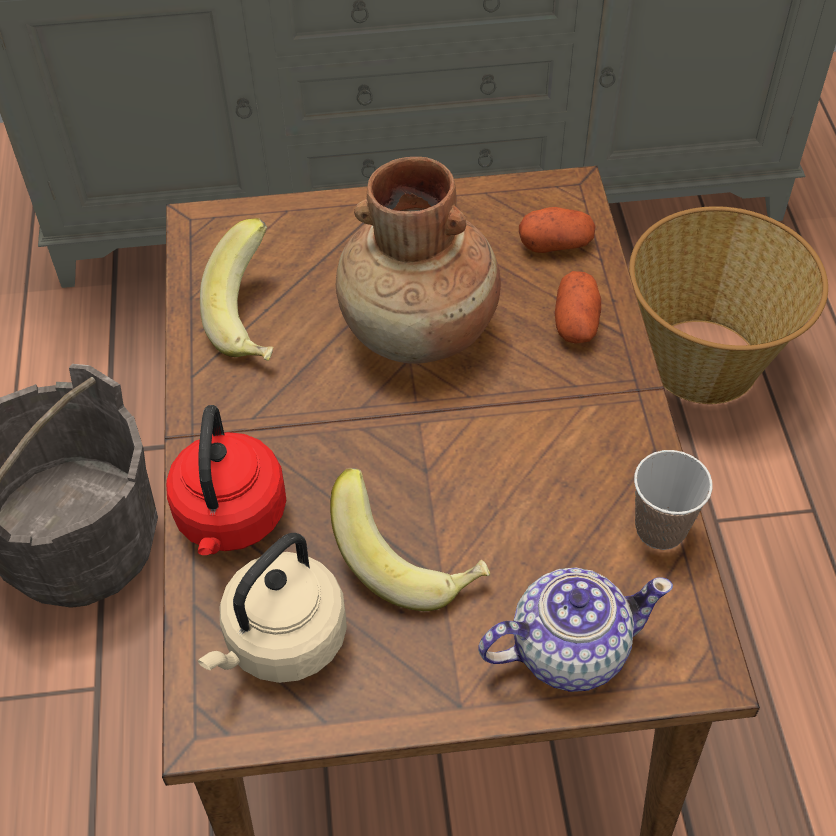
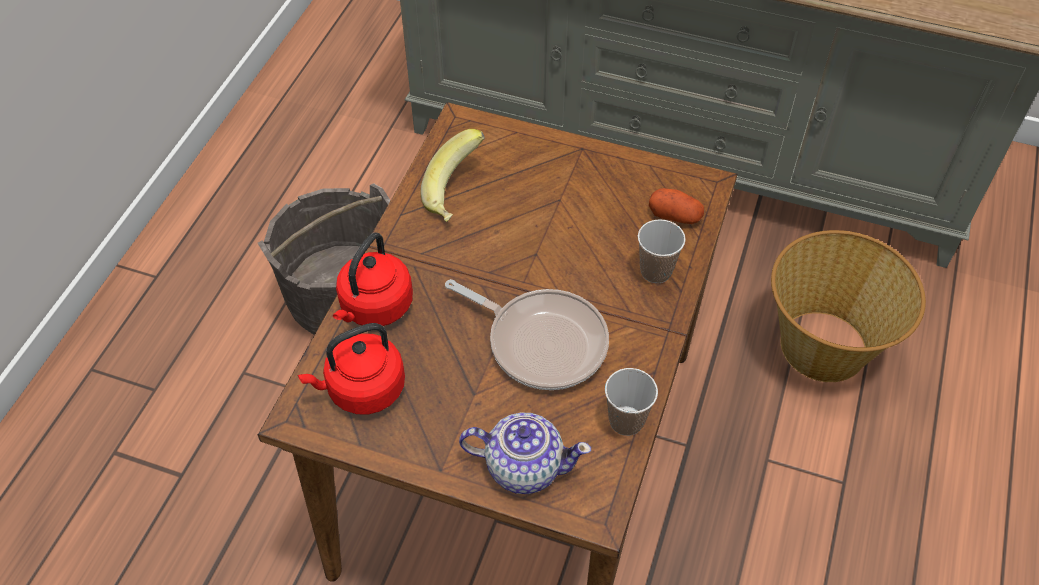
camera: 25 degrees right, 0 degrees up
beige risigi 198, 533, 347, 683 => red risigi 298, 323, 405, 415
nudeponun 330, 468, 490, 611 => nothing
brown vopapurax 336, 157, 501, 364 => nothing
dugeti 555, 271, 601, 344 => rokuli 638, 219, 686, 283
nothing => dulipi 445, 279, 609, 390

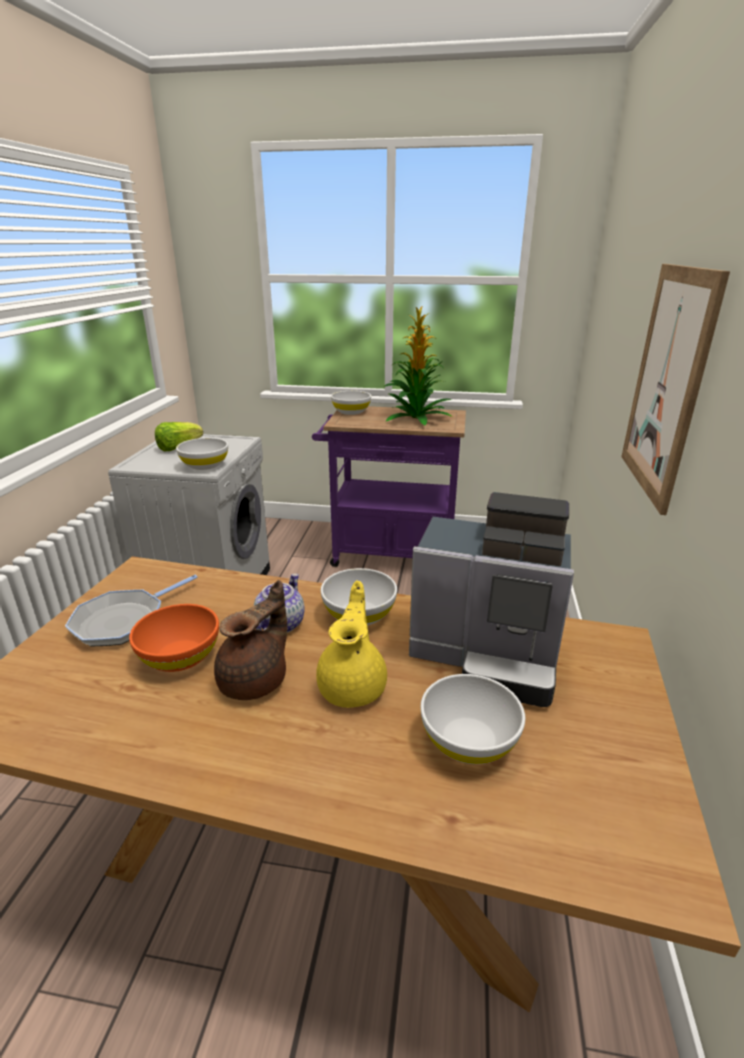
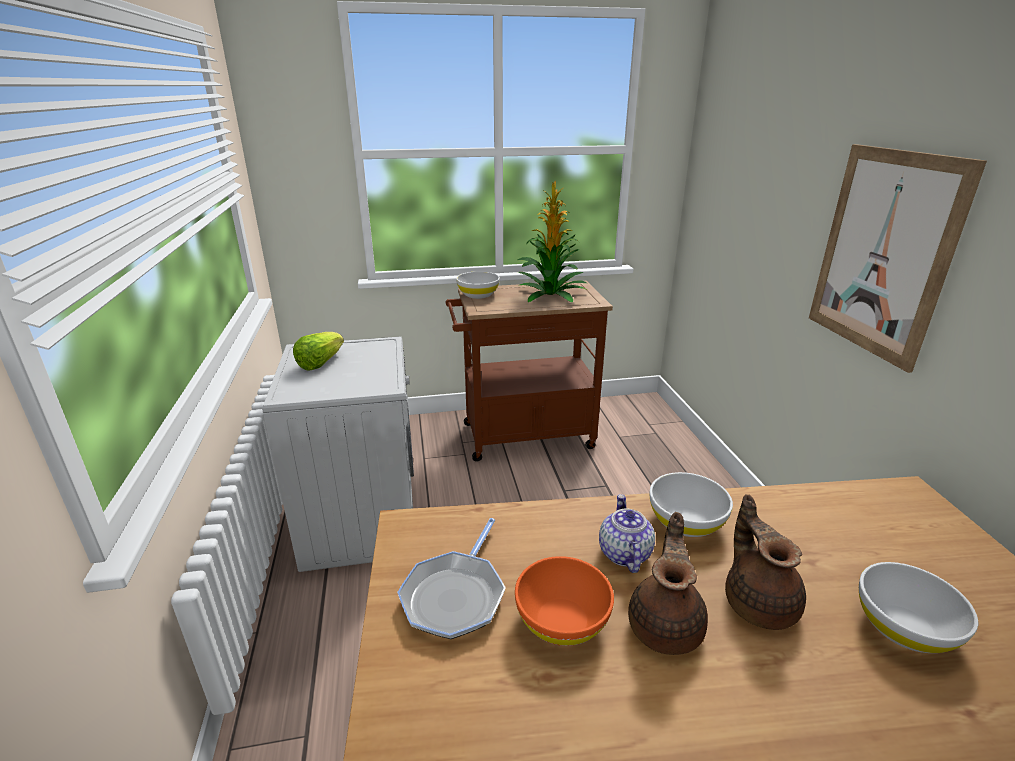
camera: 20 degrees left, 0 degrees up
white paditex 176, 438, 228, 470 => nothing
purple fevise 312, 406, 466, 567 => brown fevise 446, 281, 613, 461
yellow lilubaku 316, 581, 387, 708 => brown lilubaku 725, 494, 806, 630
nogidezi 409, 492, 574, 707 => nothing

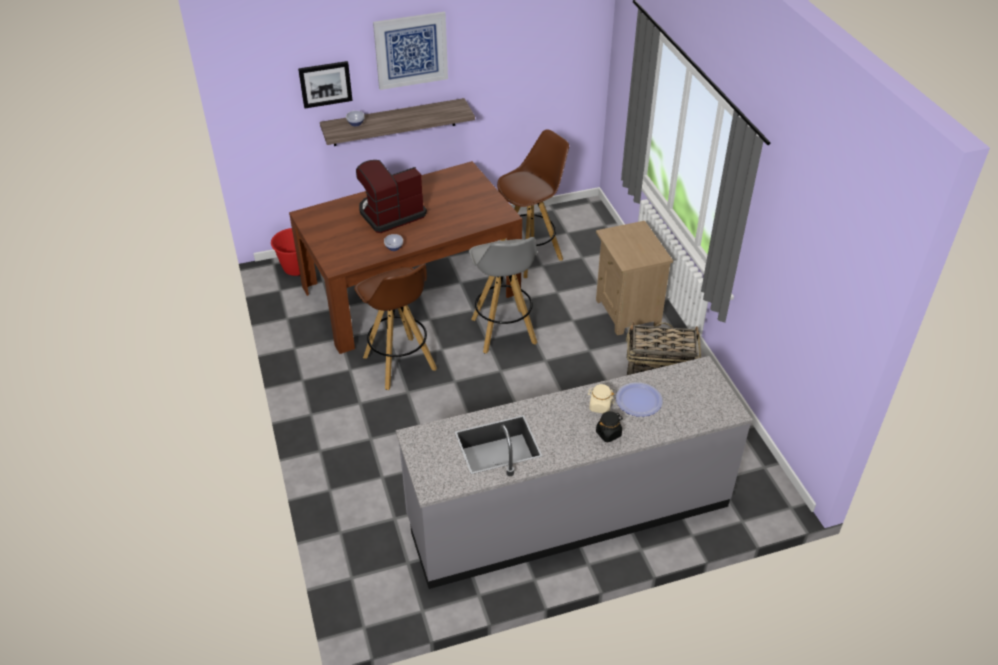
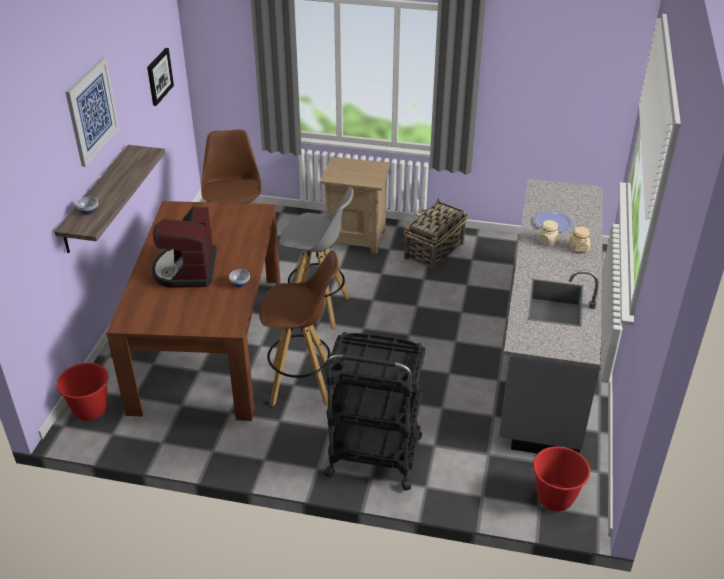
camera: 60 degrees left, 5 degrees down
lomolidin 298, 61, 353, 108 => lomolidin 147, 48, 174, 106, move
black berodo 596, 411, 623, 442 => beige berodo 569, 227, 590, 252
nothing => black fevise 324, 332, 425, 491
nothing => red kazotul 531, 446, 590, 511

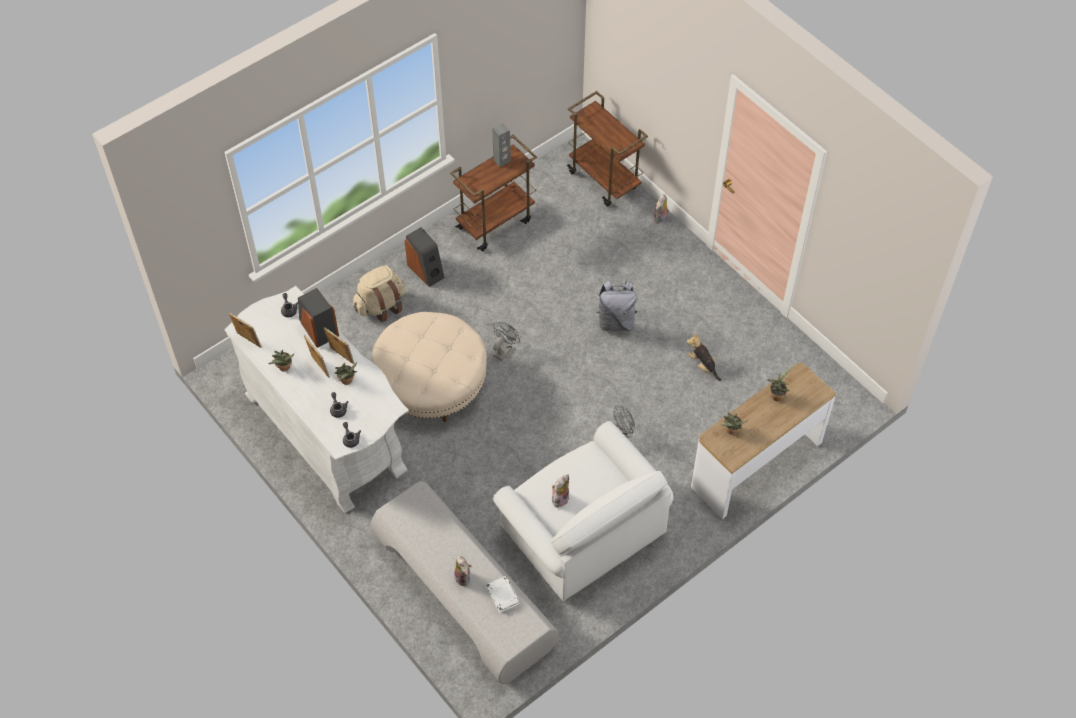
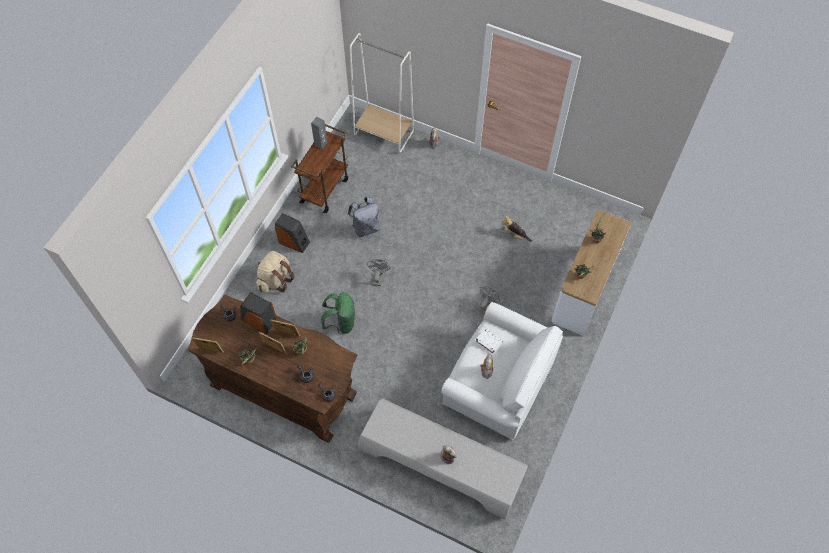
camera: 25 degrees left, 5 degrees up
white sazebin 224, 286, 409, 513 => brown sazebin 188, 294, 358, 443
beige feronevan 372, 312, 487, 422 => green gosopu 321, 292, 355, 334
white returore 486, 576, 520, 613 => white returore 475, 329, 503, 354, move
brown fevise 567, 91, 648, 207 => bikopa 350, 33, 414, 153
grey gosopu 596, 280, 638, 331 => grey gosopu 348, 197, 380, 237, move

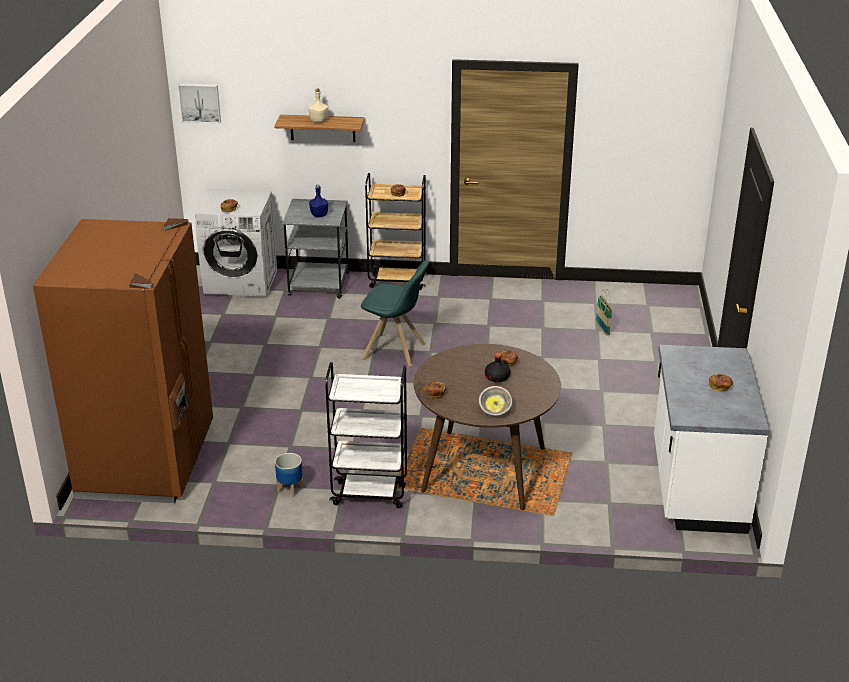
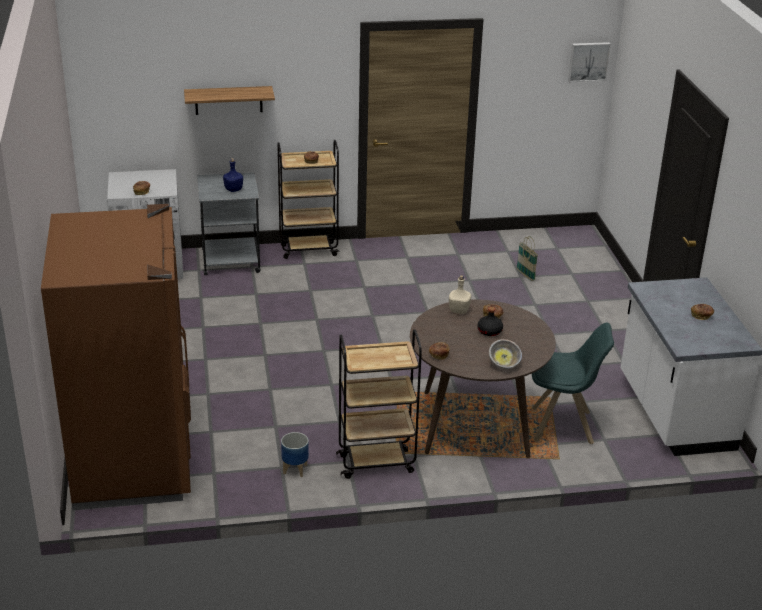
camera: 15 degrees left, 0 degrees up
lomolidin 178, 84, 221, 124 => lomolidin 568, 42, 611, 82, move
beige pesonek 308, 88, 329, 123 => beige pesonek 449, 275, 471, 314, move
white fevise 325, 362, 407, 509 => brown fevise 336, 329, 422, 479
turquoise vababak 361, 260, 429, 367 => turquoise vababak 532, 322, 614, 444, move

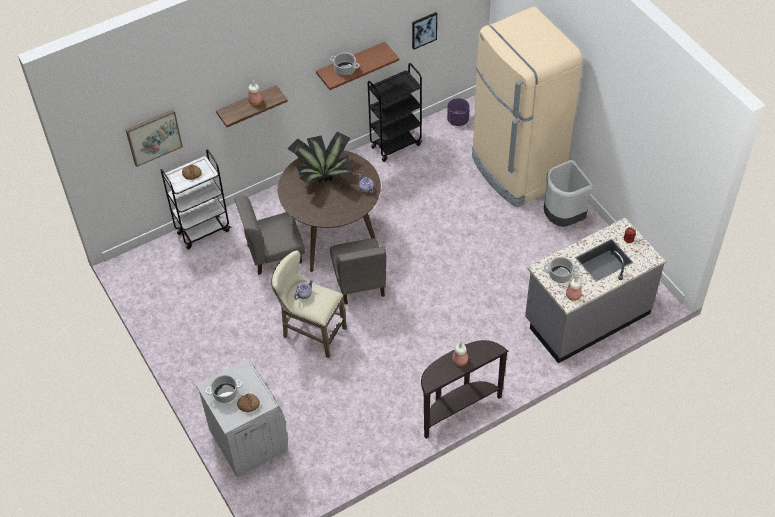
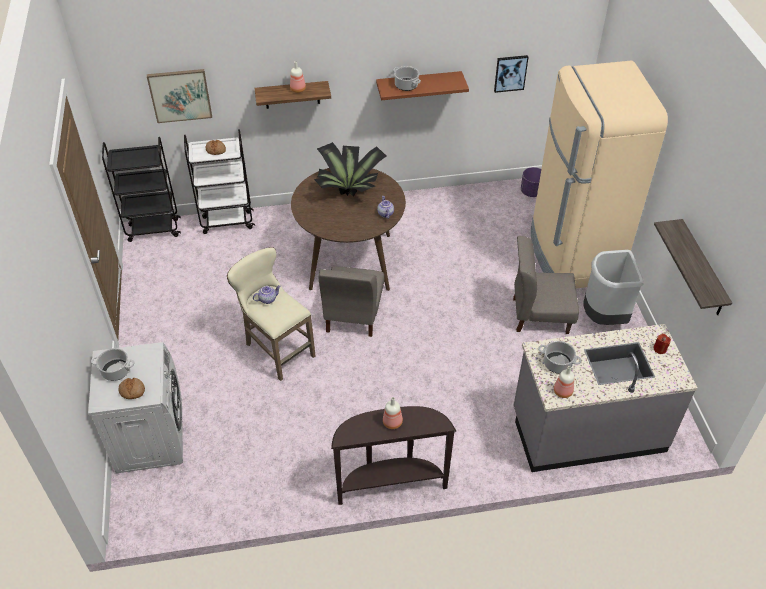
camera: 20 degrees right, 5 degrees down
grey vababak 234, 196, 305, 275 => grey vababak 513, 236, 579, 334, move
black fevise 368, 63, 423, 162 => black fevise 102, 137, 181, 242, move
nothing => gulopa 654, 219, 732, 315

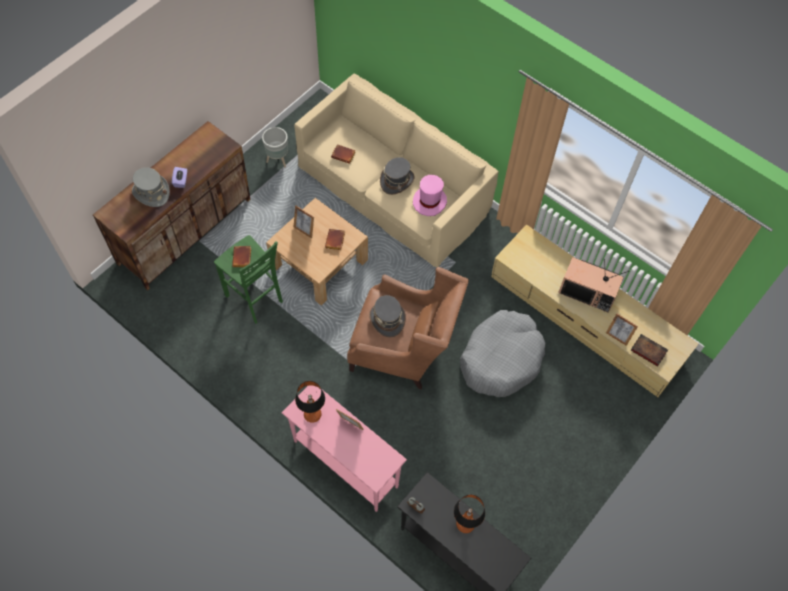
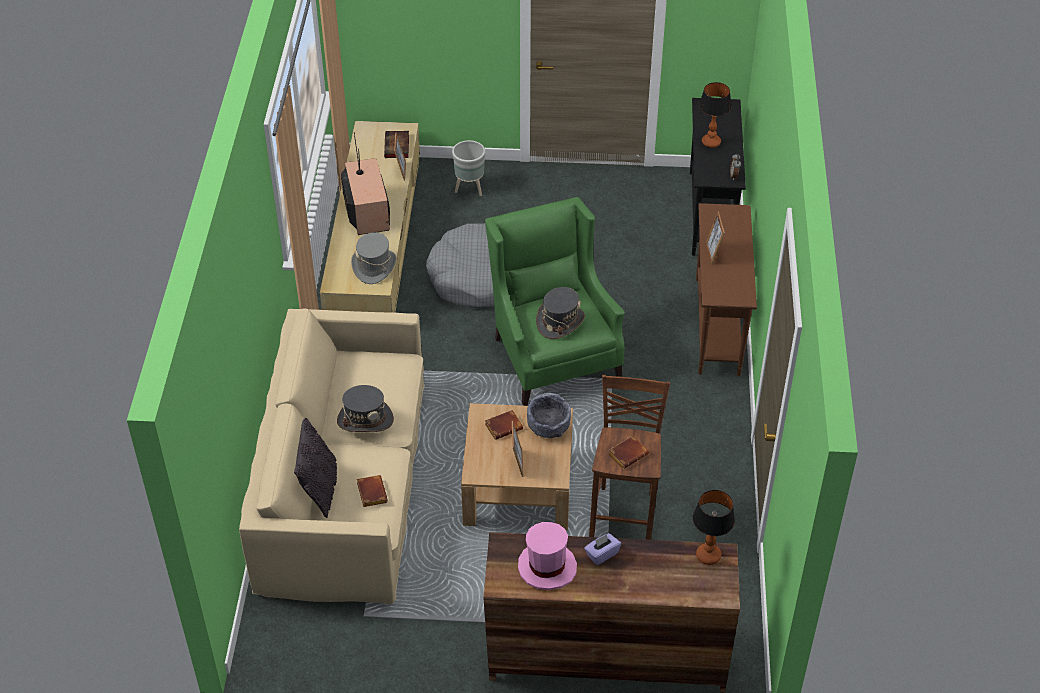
camera: 125 degrees left, 15 degrees down
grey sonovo 132, 168, 170, 207 => grey sonovo 351, 232, 396, 284, move
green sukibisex 214, 235, 283, 324 => brown sukibisex 589, 375, 670, 540
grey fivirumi 262, 127, 288, 167 => grey fivirumi 452, 140, 485, 196, move
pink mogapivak 282, 386, 407, 512 => brown mogapivak 696, 203, 757, 377
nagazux 295, 381, 325, 423 => nagazux 693, 490, 735, 565, move
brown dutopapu 347, 267, 469, 389 => green dutopapu 485, 197, 625, 406
pink sonovo 413, 175, 447, 216 => pink sonovo 518, 522, 577, 590, move
nothing => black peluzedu 294, 418, 337, 518
nothing => grey paditex 527, 393, 571, 439

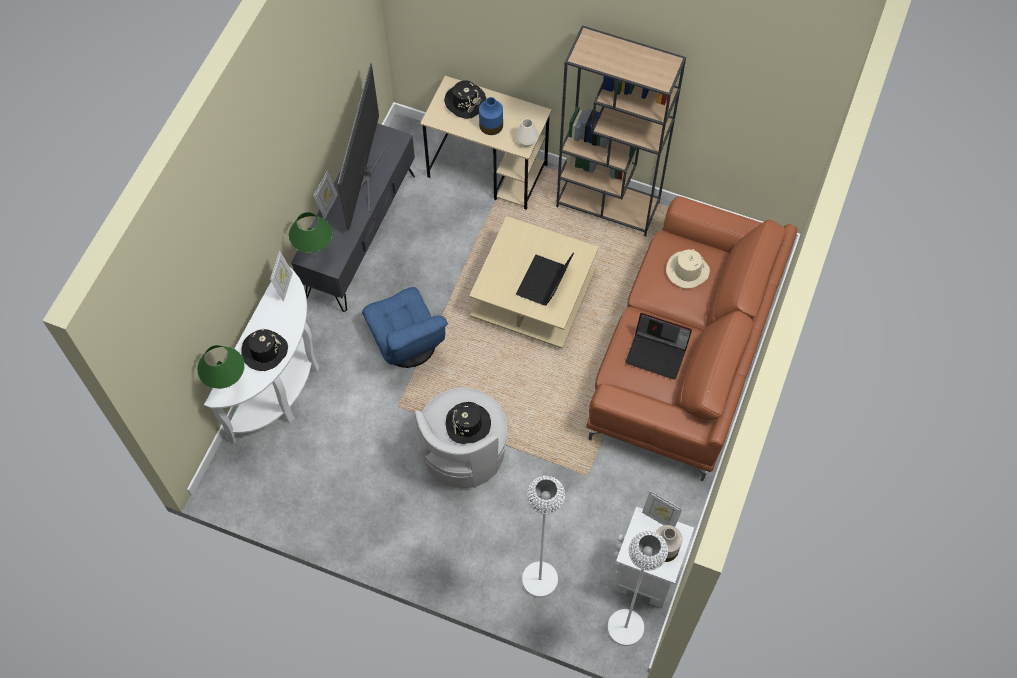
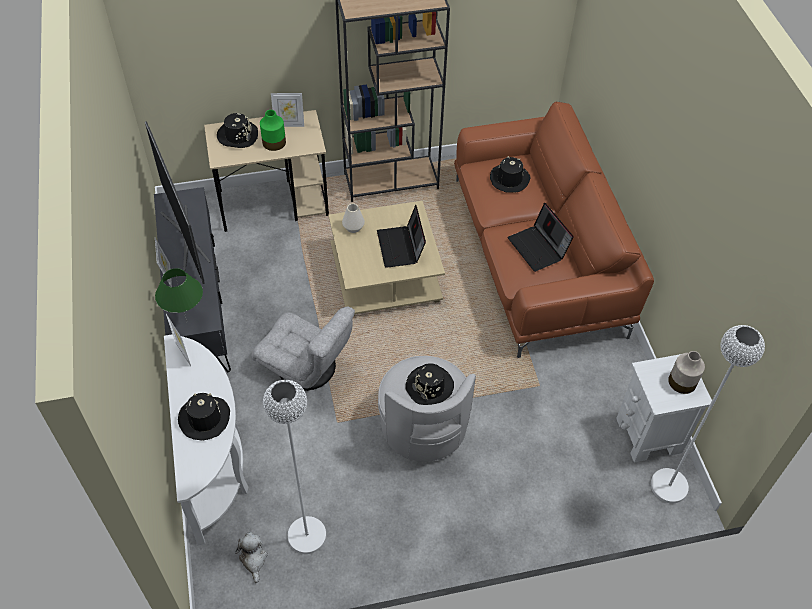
camera: 35 degrees left, 10 degrees down
green nagazux 197, 345, 245, 389 => nothing
blue dutopapu 362, 287, 448, 368 => grey dutopapu 251, 307, 355, 391
blue vopapurax 479, 97, 503, 135 => green vopapurax 260, 110, 286, 151
white vopapurax 516, 118, 539, 147 => white vopapurax 342, 203, 365, 233, move
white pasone 522, 476, 565, 597 => white pasone 263, 380, 326, 554, move
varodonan 625, 313, 692, 380 => varodonan 507, 203, 574, 272, 75 degrees clockwise
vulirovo 642, 491, 682, 527 => vulirovo 271, 93, 304, 127, move
beige sonovo 666, 249, 710, 289 => black sonovo 490, 156, 530, 193
nothing => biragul 235, 532, 268, 583

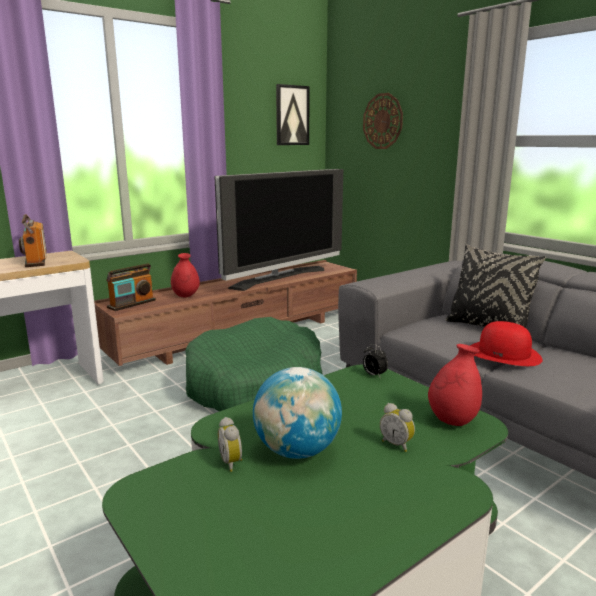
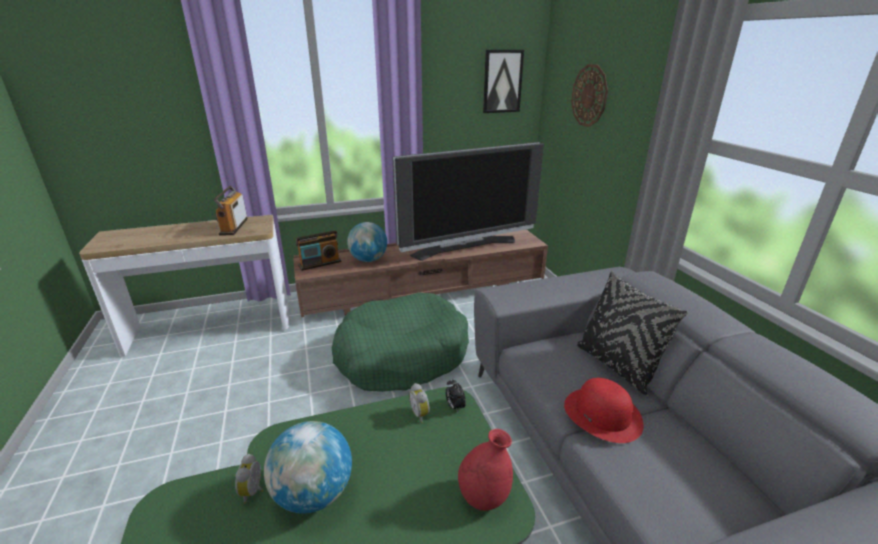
camera: 20 degrees right, 10 degrees up
red vopapurax 171, 253, 200, 297 => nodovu 347, 222, 387, 262
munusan 380, 403, 415, 452 => munusan 409, 383, 430, 423, move

